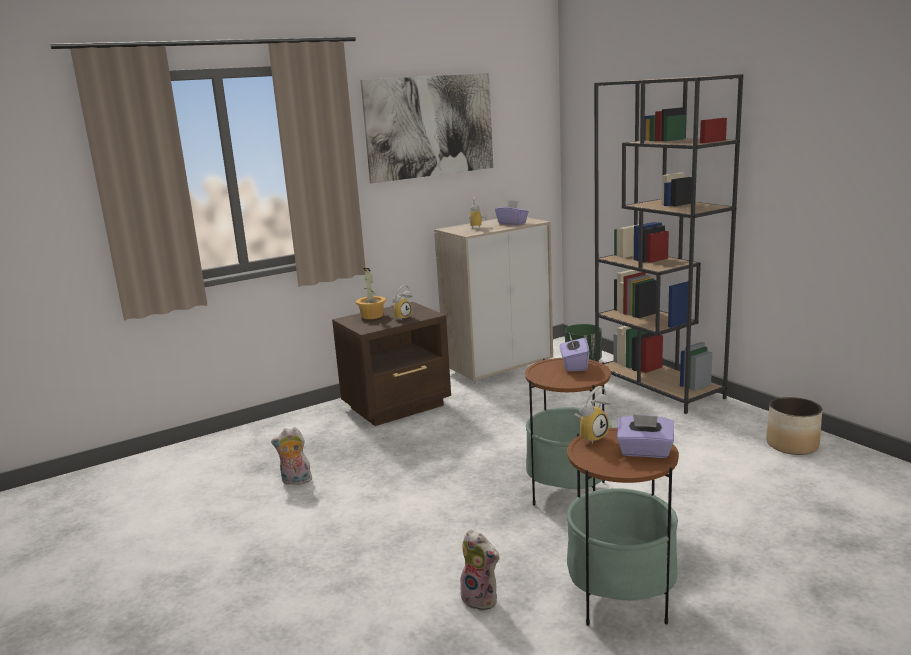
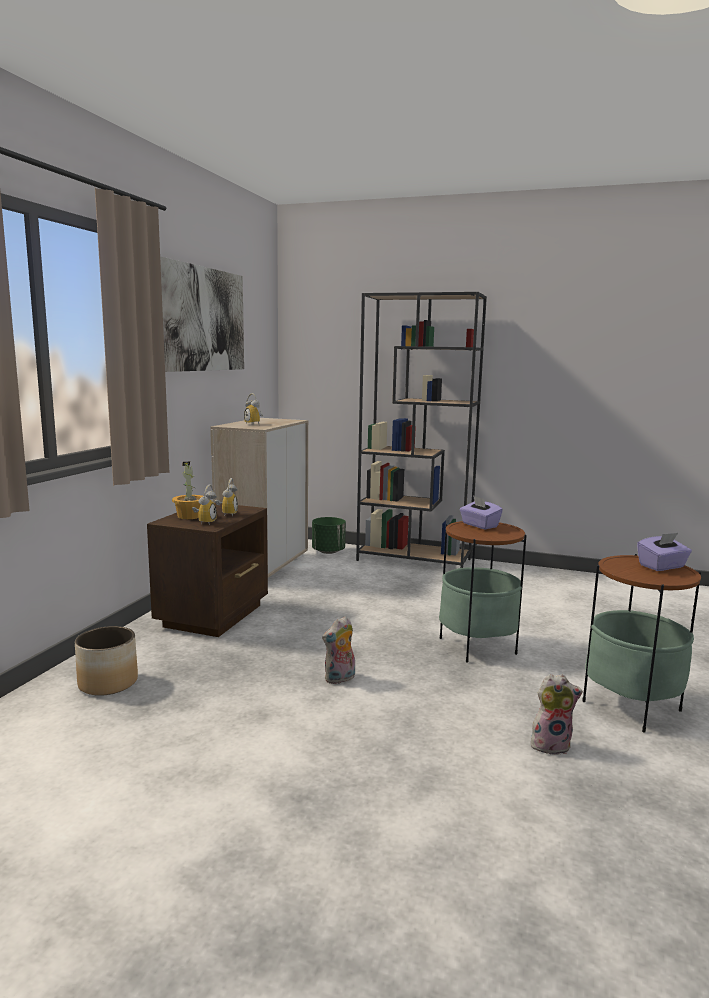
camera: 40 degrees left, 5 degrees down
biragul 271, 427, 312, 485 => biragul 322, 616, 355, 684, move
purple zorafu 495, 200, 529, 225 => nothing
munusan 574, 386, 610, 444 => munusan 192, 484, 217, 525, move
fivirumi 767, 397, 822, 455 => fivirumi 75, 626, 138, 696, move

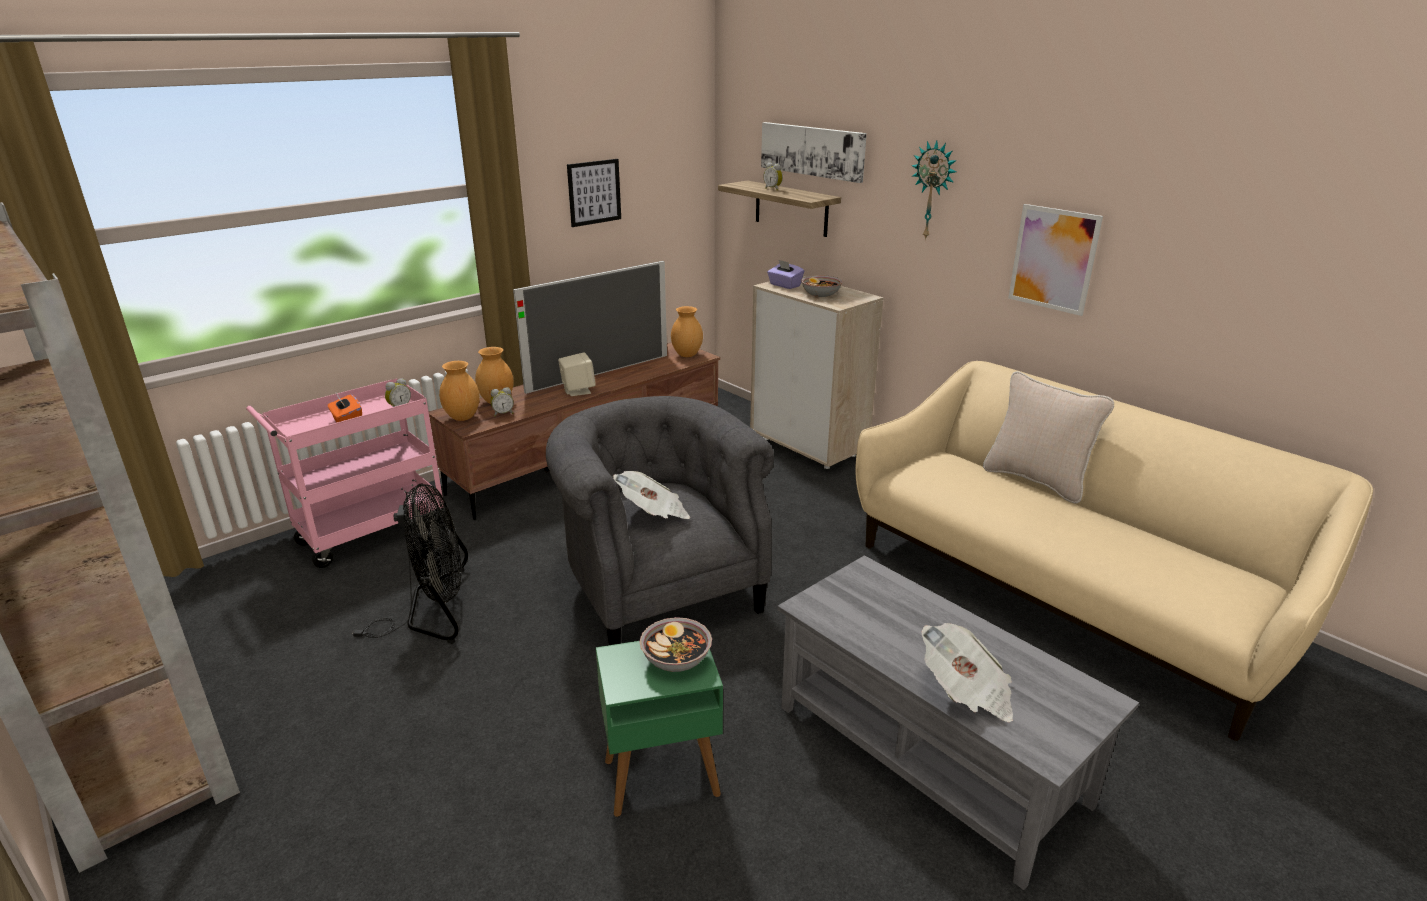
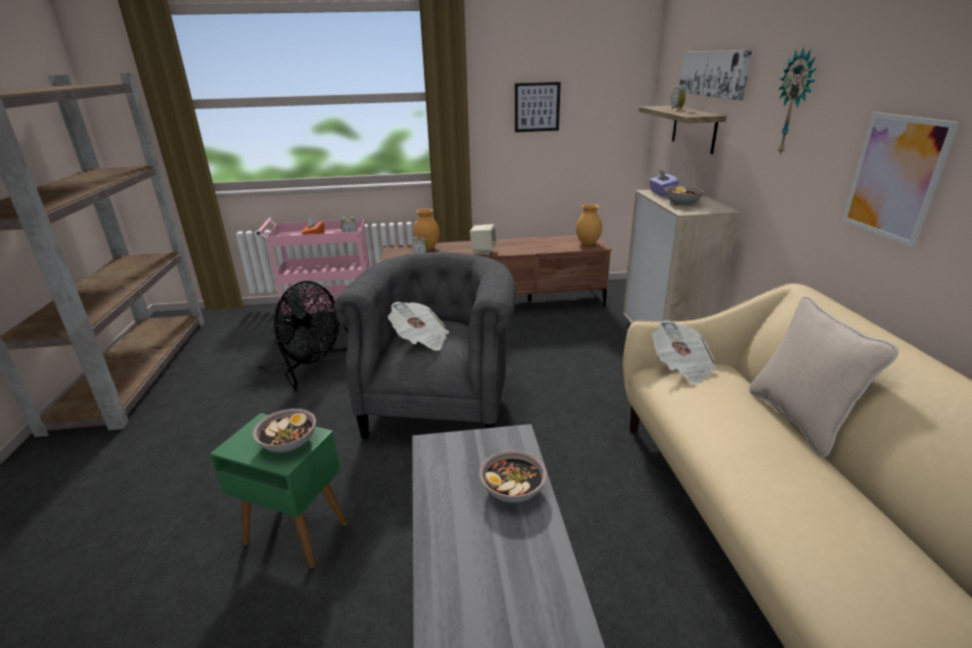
camera: 35 degrees right, 0 degrees up
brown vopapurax 439, 361, 480, 421 => nothing
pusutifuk 513, 261, 667, 394 => nothing
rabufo 921, 623, 1013, 722 => rabufo 652, 320, 717, 385, move
nothing => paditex 479, 450, 547, 503

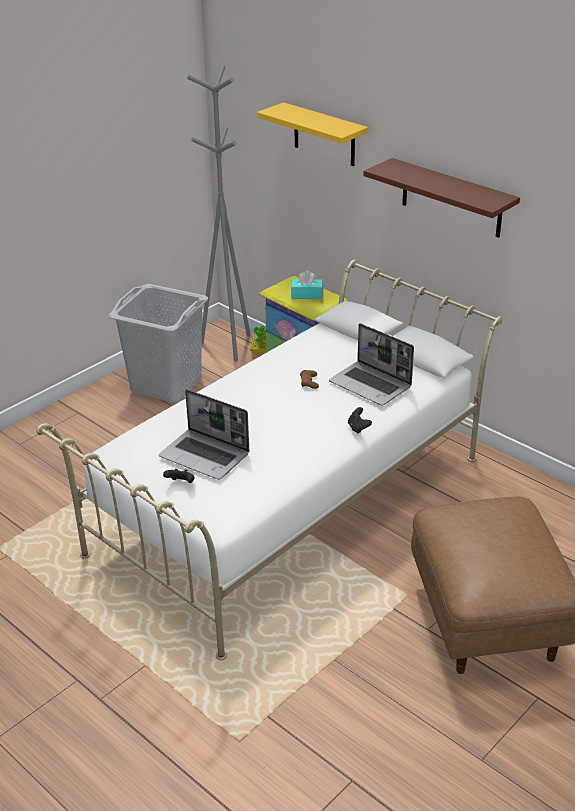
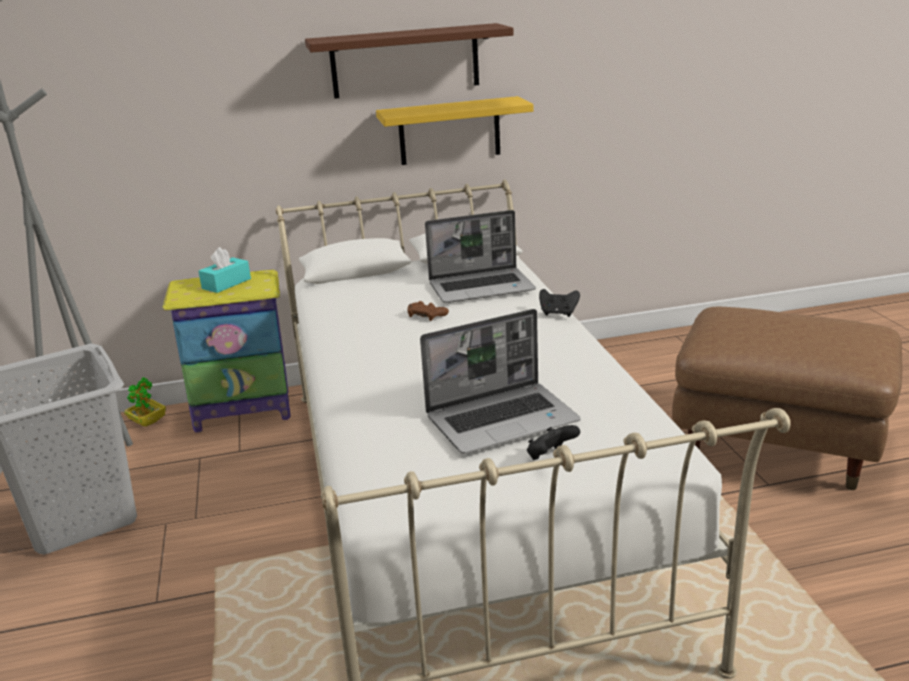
camera: 55 degrees left, 10 degrees down
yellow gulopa 257, 102, 368, 166 => yellow gulopa 376, 96, 534, 165, move

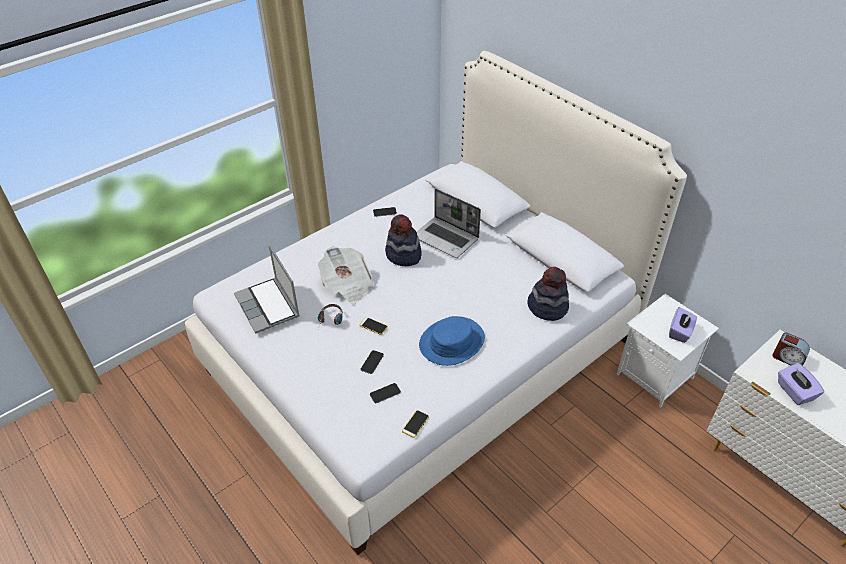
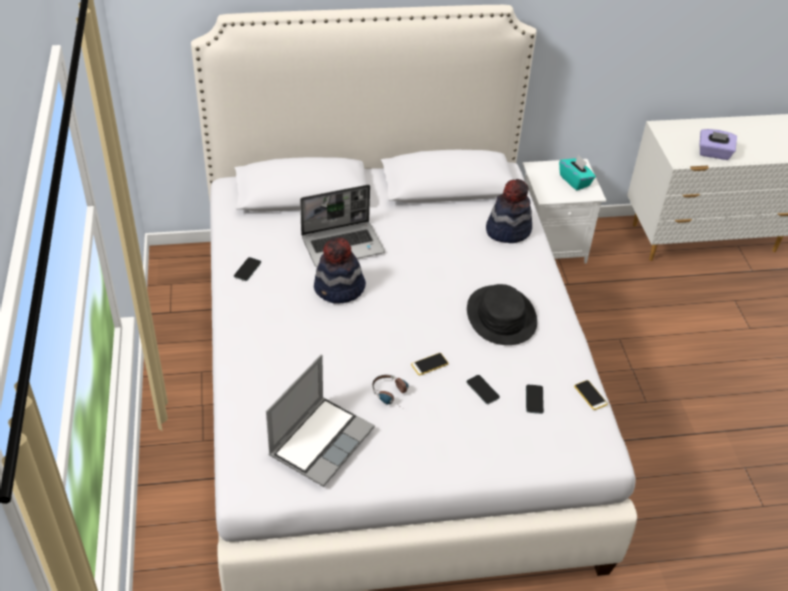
camera: 60 degrees left, 0 degrees up
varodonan 234, 245, 300, 334 => varodonan 266, 354, 375, 487, 60 degrees counterclockwise
rabufo 318, 246, 374, 304 => nothing
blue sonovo 419, 316, 485, 366 => black sonovo 467, 284, 537, 345
purple zorafu 669, 307, 697, 343 => turquoise zorafu 559, 155, 596, 190
munusan 772, 333, 810, 365 => nothing

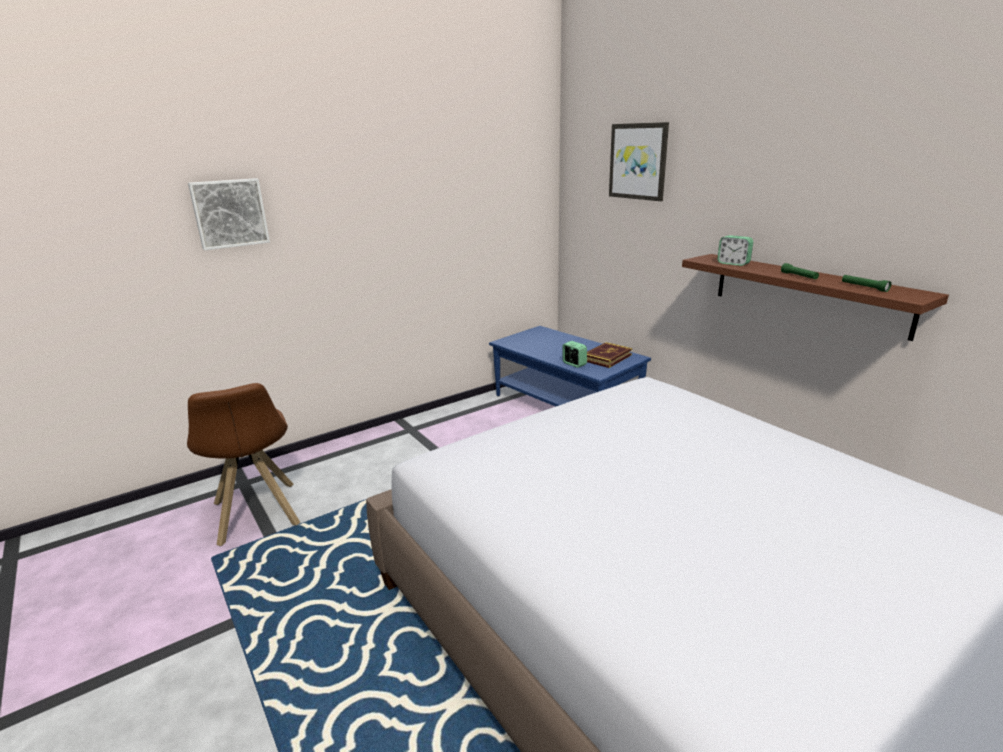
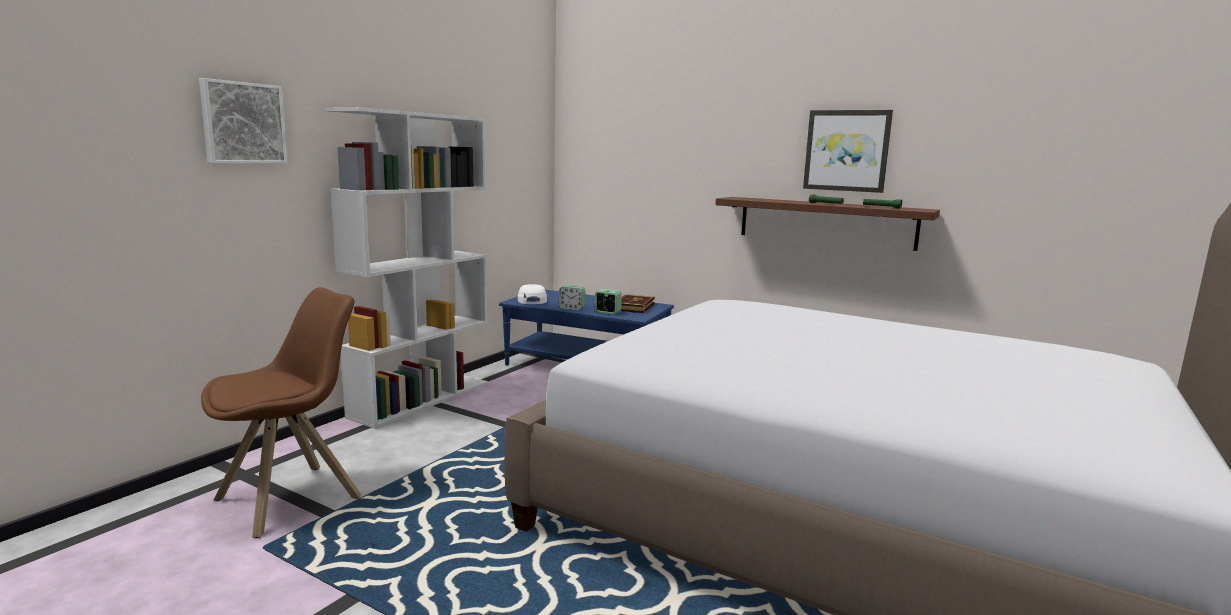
camera: 25 degrees left, 10 degrees down
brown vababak 187, 383, 300, 546 => brown vababak 201, 287, 361, 538, 90 degrees counterclockwise
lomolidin 609, 122, 669, 201 => lomolidin 803, 110, 893, 193, move
munusan 717, 235, 753, 266 => munusan 559, 285, 585, 310, move
nothing => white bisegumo 325, 107, 488, 429
nothing => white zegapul 517, 284, 547, 304

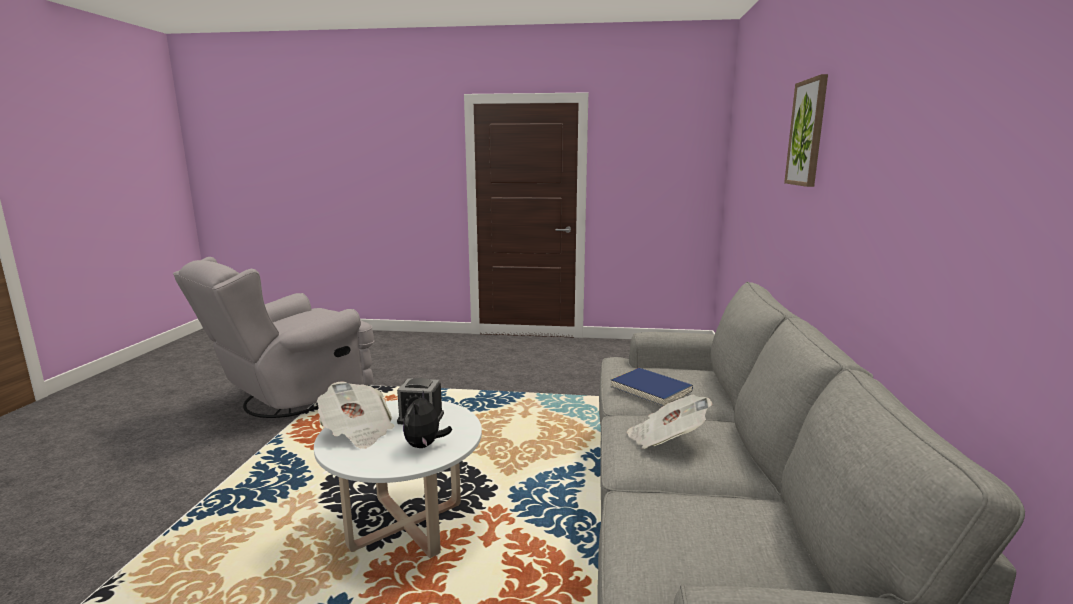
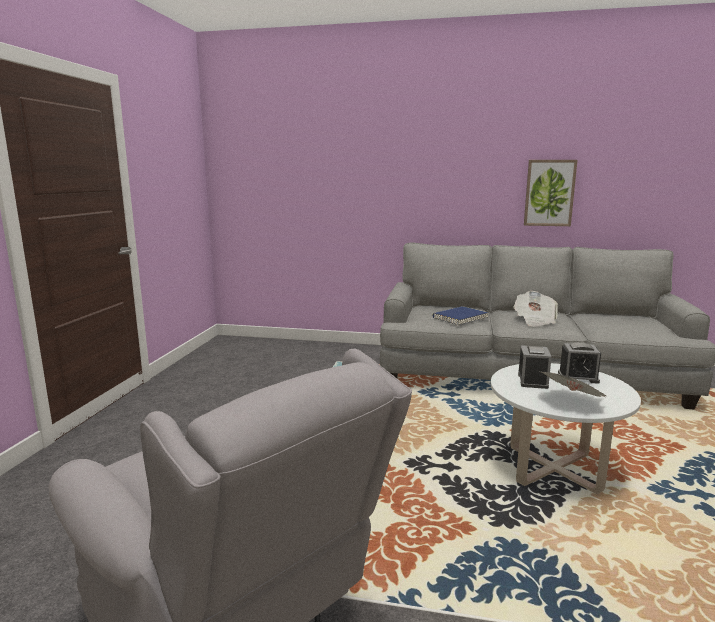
camera: 85 degrees left, 0 degrees up
biragul 403, 391, 452, 448 => munusan 558, 342, 601, 384
lomolidin 784, 74, 828, 187 => lomolidin 524, 160, 578, 226, move

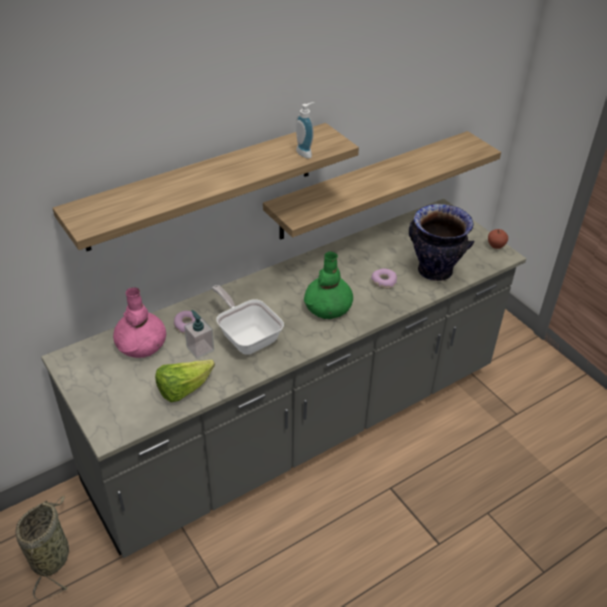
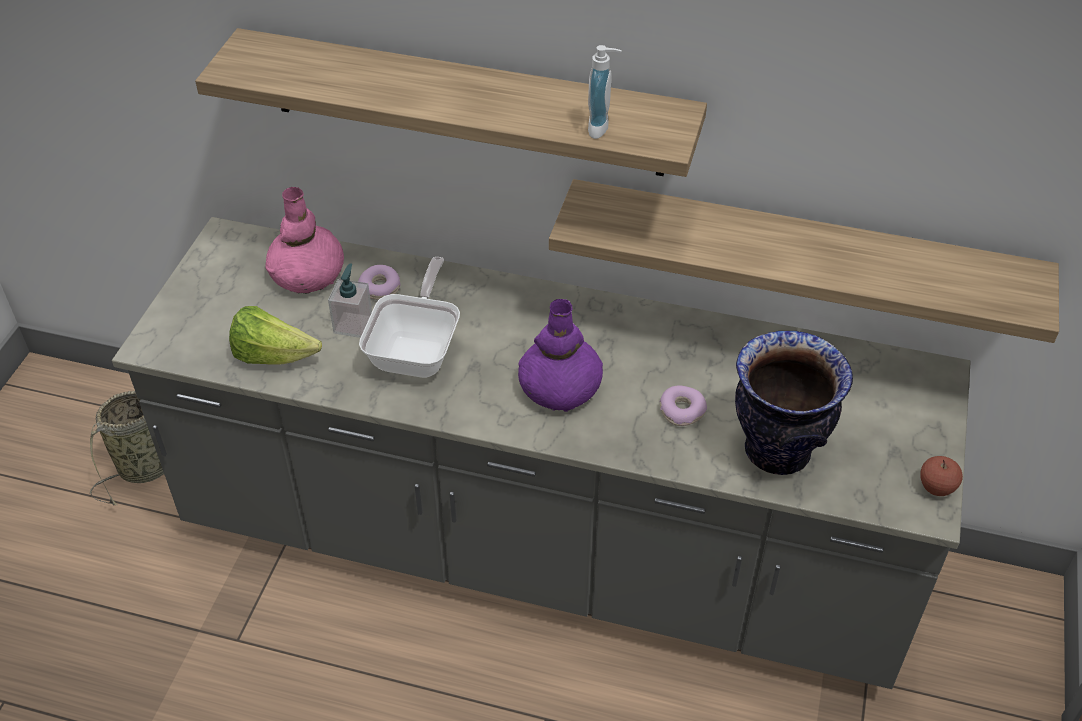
camera: 50 degrees right, 5 degrees up
green vopapurax 304, 251, 353, 319 => purple vopapurax 518, 299, 603, 412

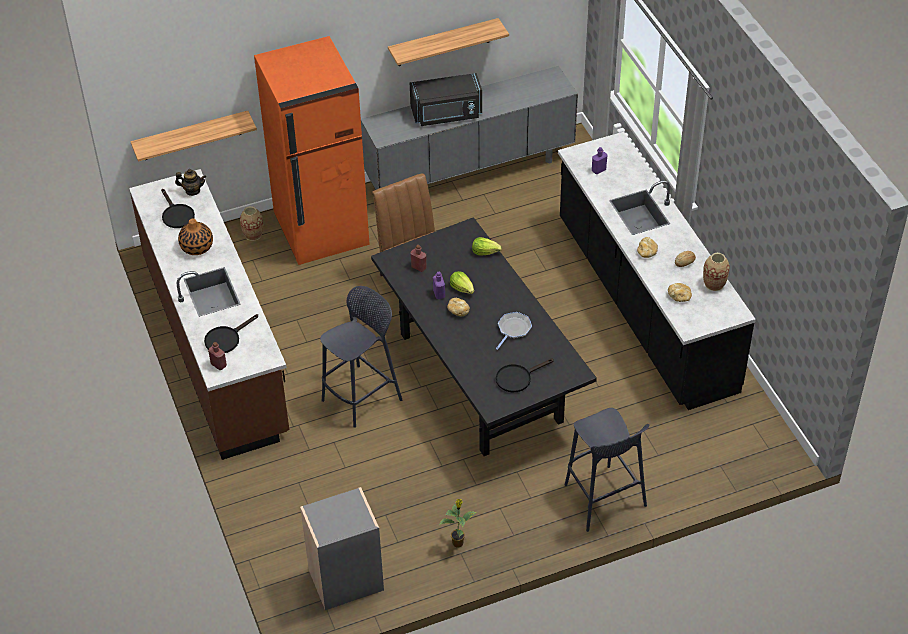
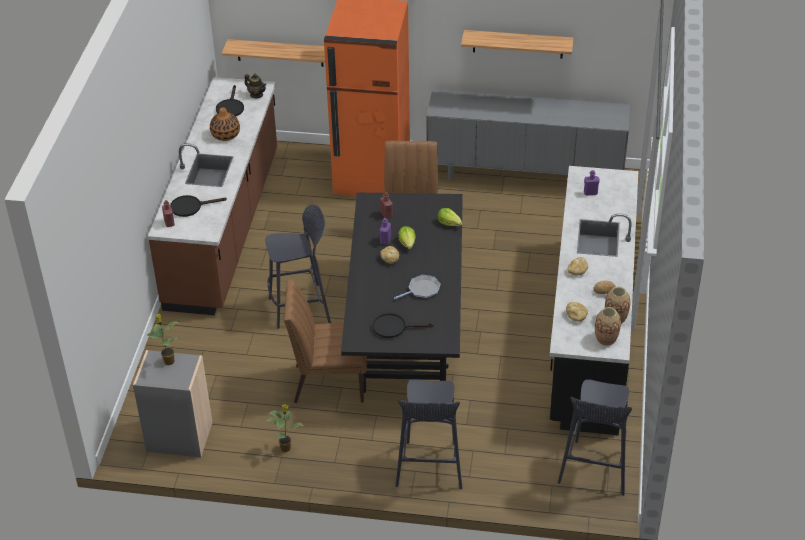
camera: 30 degrees right, 5 degrees down
vopapurax 240, 206, 263, 241 => vopapurax 595, 307, 621, 346, move
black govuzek 410, 73, 482, 126 => nothing
nothing => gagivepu 147, 314, 178, 365
nothing => brown vababak 284, 279, 367, 403
nothing => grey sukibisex 558, 379, 632, 496

